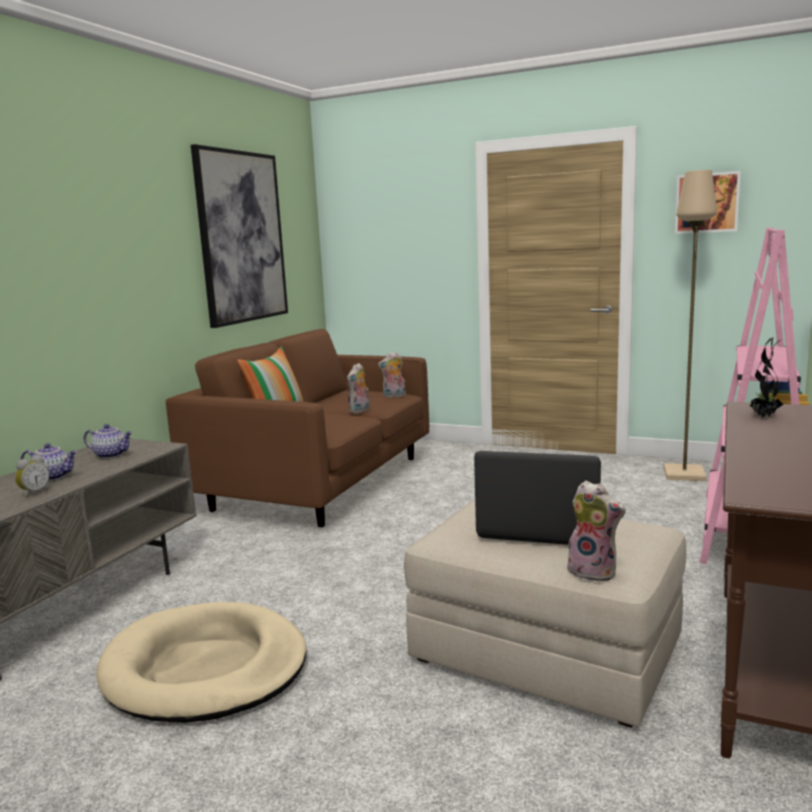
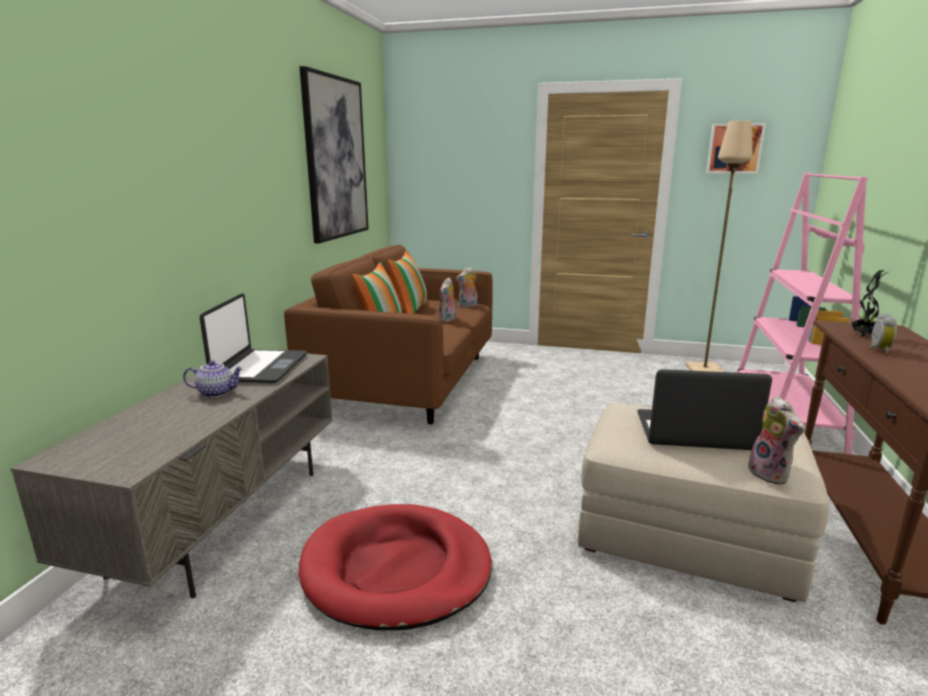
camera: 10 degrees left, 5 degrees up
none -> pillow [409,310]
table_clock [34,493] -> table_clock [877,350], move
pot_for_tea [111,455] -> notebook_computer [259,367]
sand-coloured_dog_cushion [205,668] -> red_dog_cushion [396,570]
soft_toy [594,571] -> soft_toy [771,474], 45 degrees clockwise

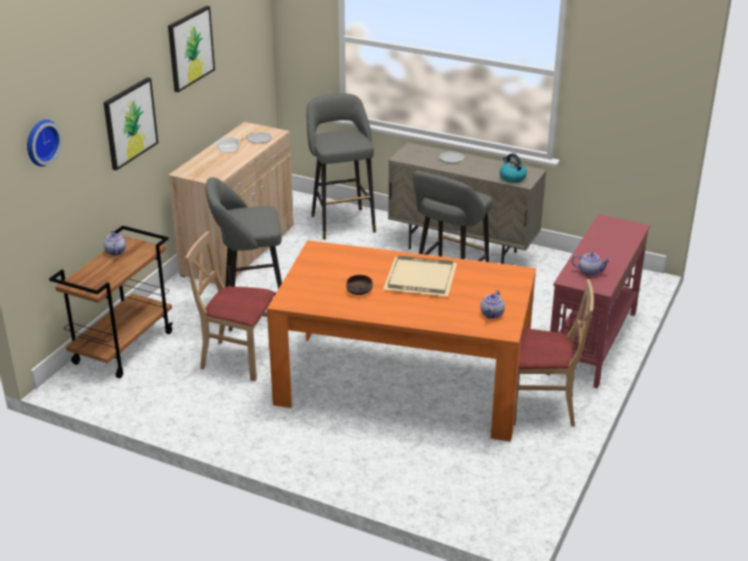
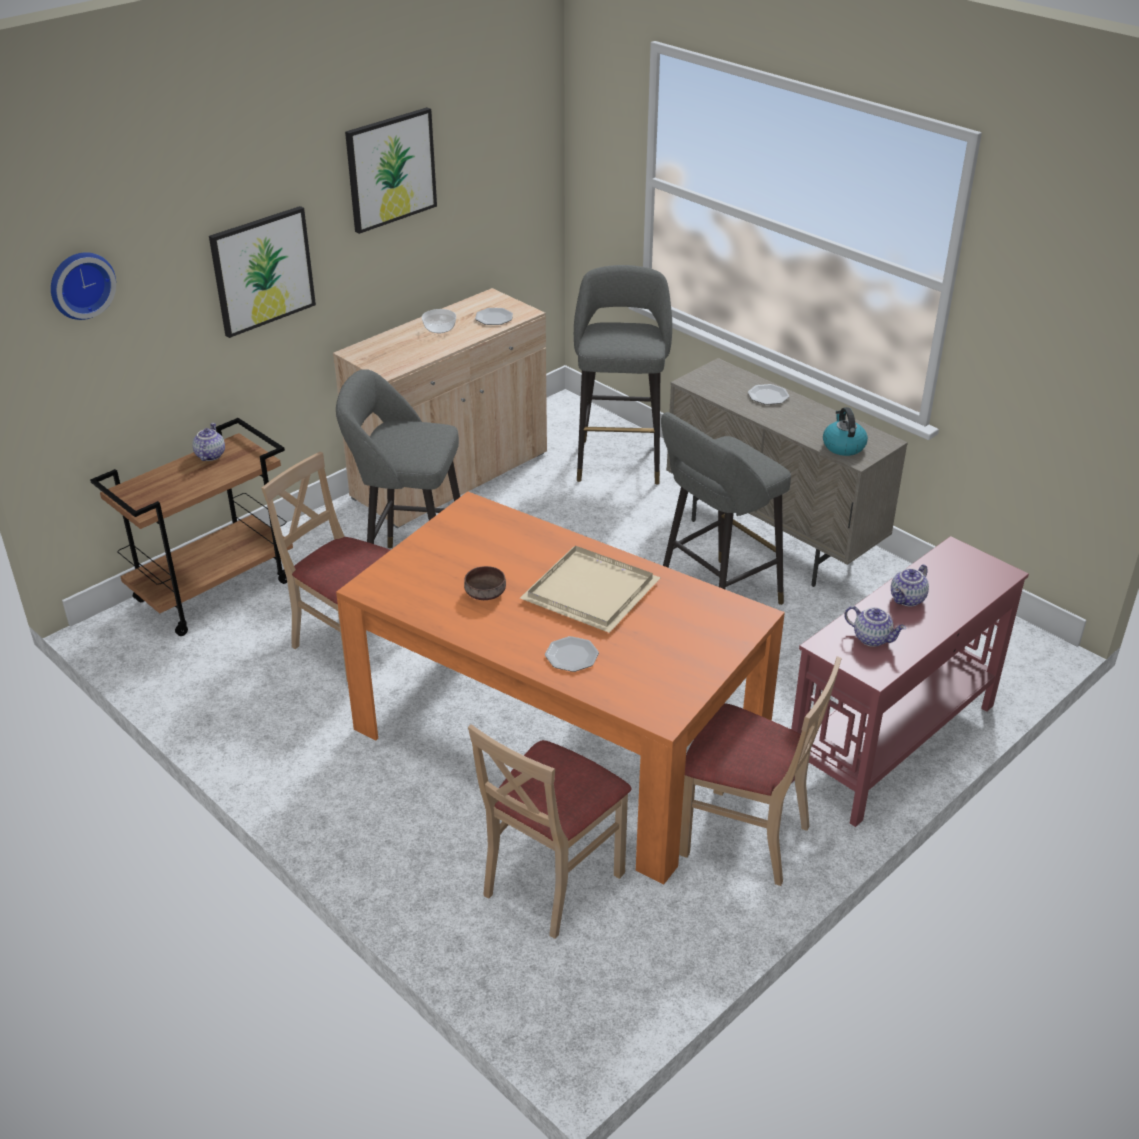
camera: 20 degrees right, 5 degrees up
none -> sand-coloured_plain_chair [551,881]
none -> plate [571,656]
pot_for_tea [492,314] -> pot_for_tea [908,599], move

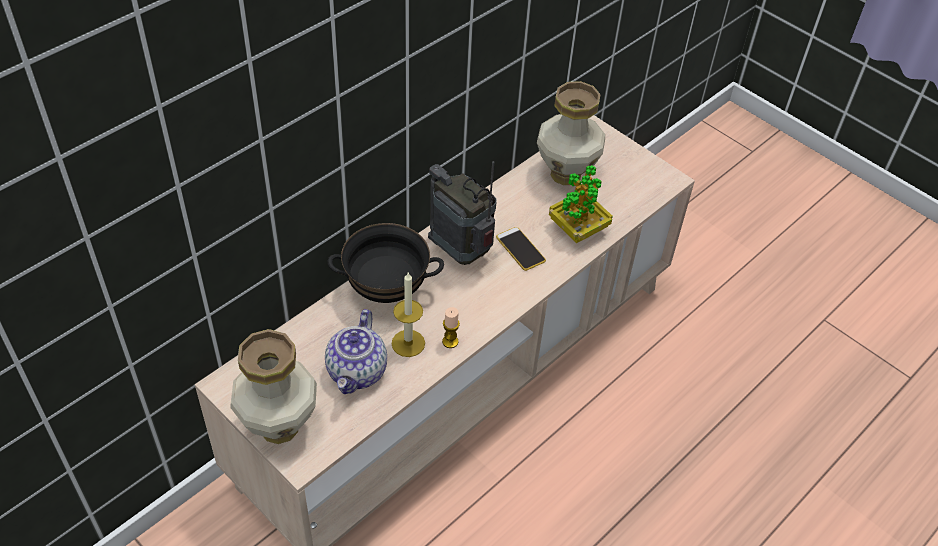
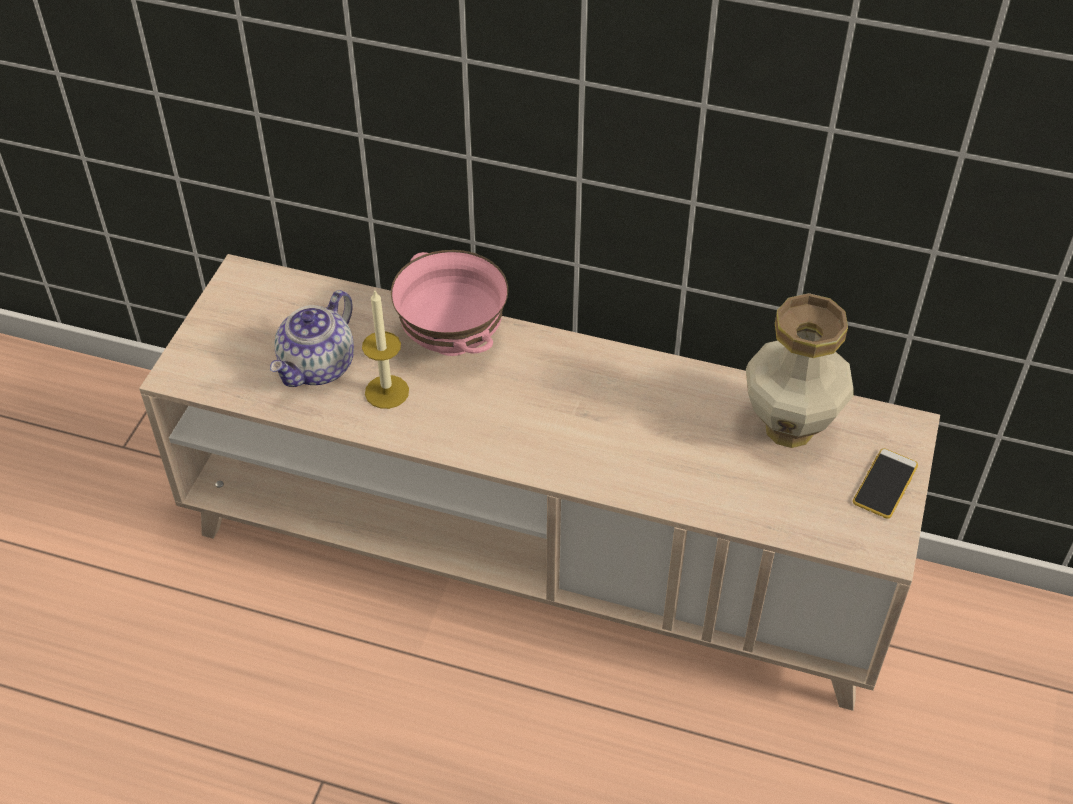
camera: 65 degrees right, 0 degrees up
decorative_vase [280,426] -> none
radio_receiver [461,253] -> none
candle [450,341] -> none
potted_plant [578,229] -> none
phone [520,249] -> phone [885,484], move
blackish_deep_dish [386,291] -> pink_deep_dish [451,340]
pot_for_tea [357,372] -> pot_for_tea [318,367], 45 degrees counterclockwise

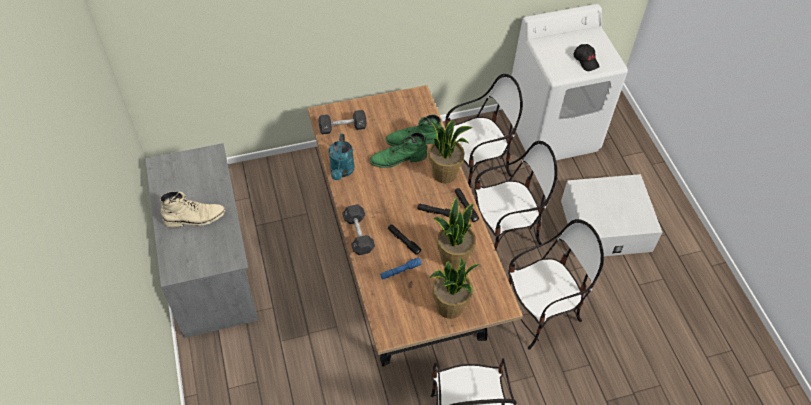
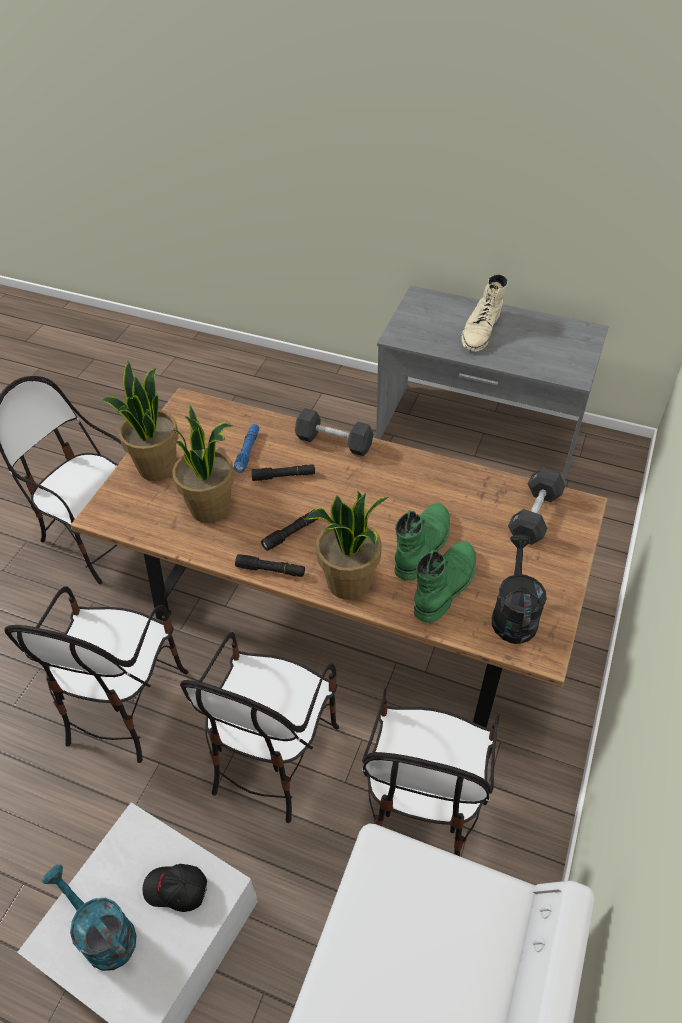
camera: 130 degrees right, 5 degrees down
none -> blackish_sprinkling_can [513,614]
turquoise_sprinkling_can [341,171] -> turquoise_sprinkling_can [102,933], move
blackish_cap [586,61] -> blackish_cap [176,890], move

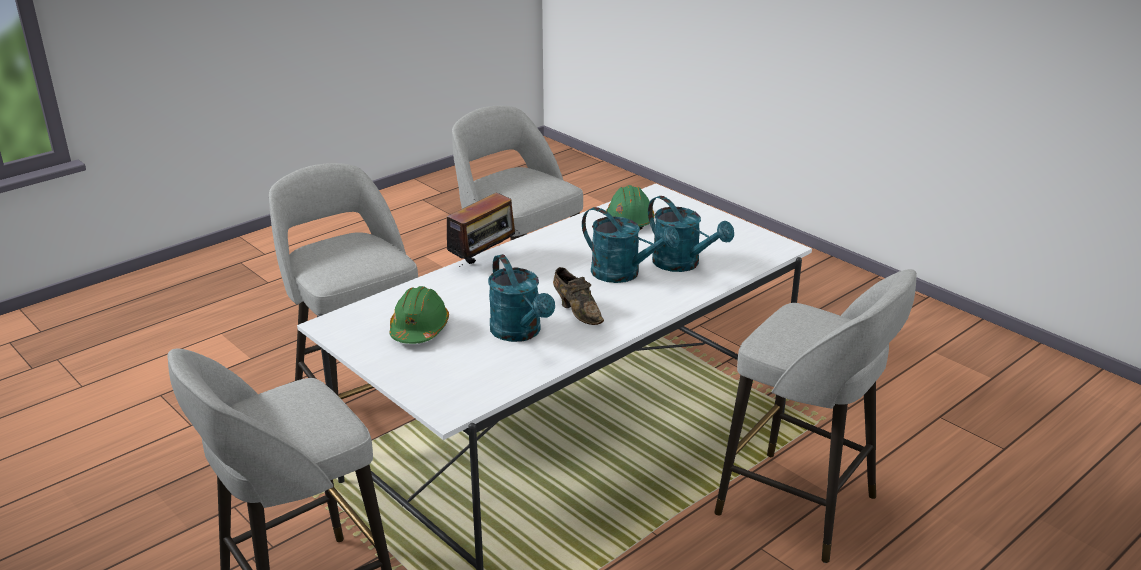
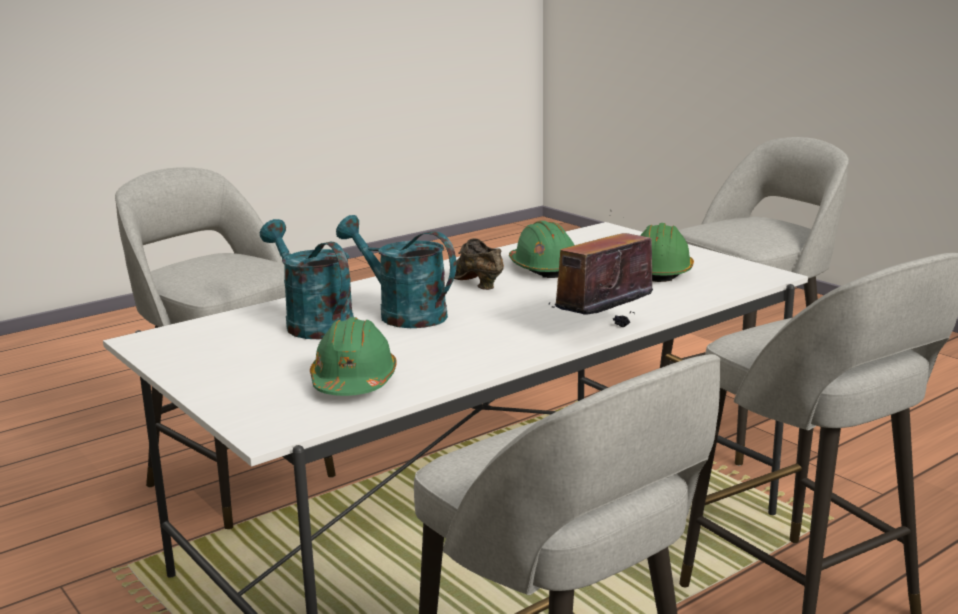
camera: 175 degrees left, 10 degrees down
turquoise_sprinkling_can [520,333] -> greenish_hard_hat [543,268]

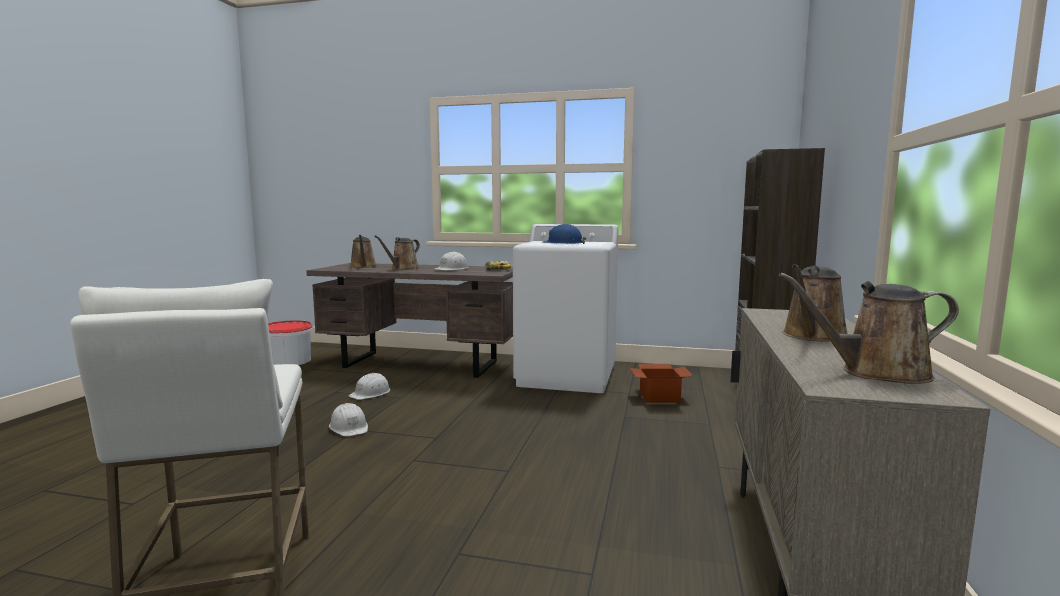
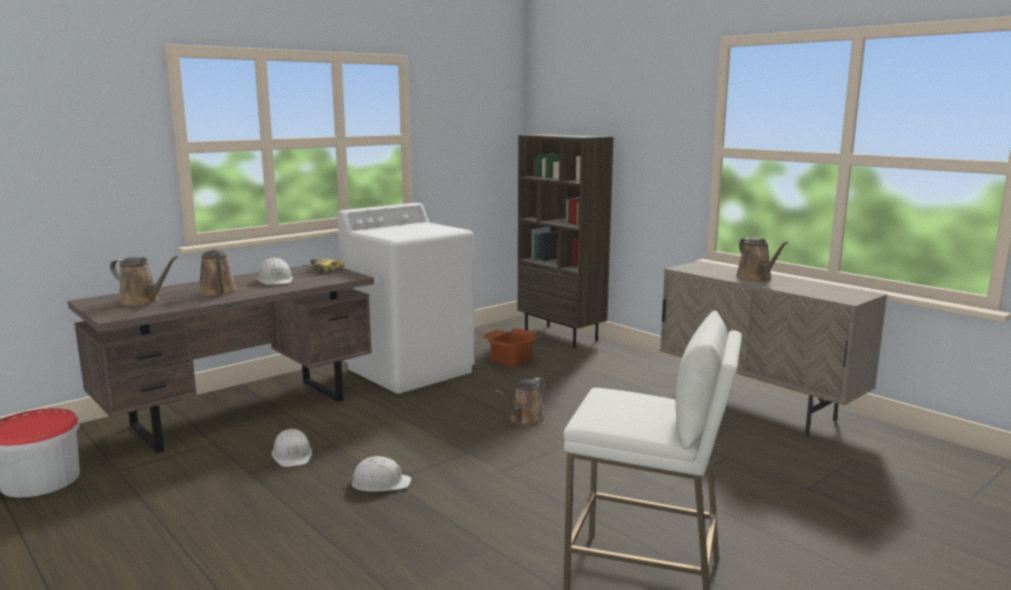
camera: 55 degrees left, 5 degrees up
blue-coloured_hard_hat [563,243] -> none
brownish_sprinkling_can [876,373] -> brownish_sprinkling_can [525,420], move

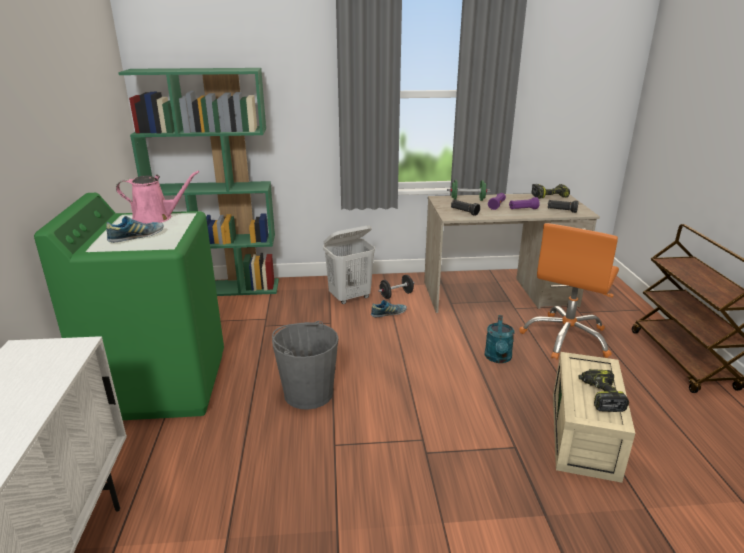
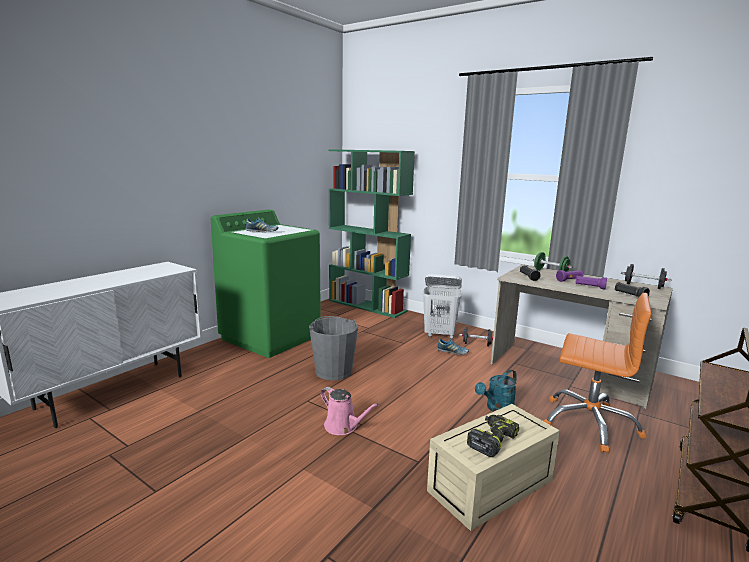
camera: 40 degrees right, 10 degrees down
pink_sprinkling_can [156,218] -> pink_sprinkling_can [343,427], move
electric_drill [549,196] -> blackish_free_weight [643,286]
orange-coloured_computer_chair [566,338] -> orange-coloured_computer_chair [589,423], 135 degrees counterclockwise

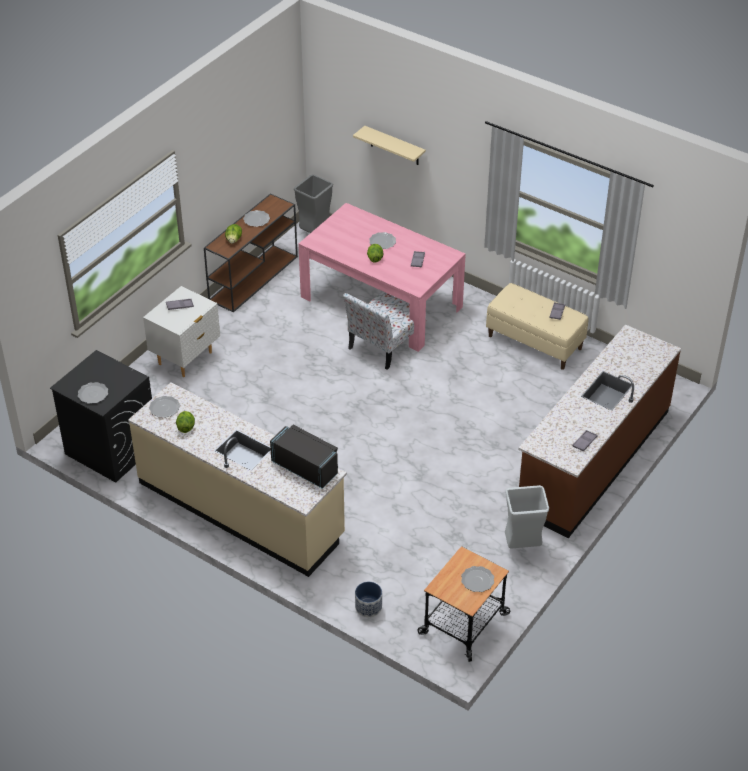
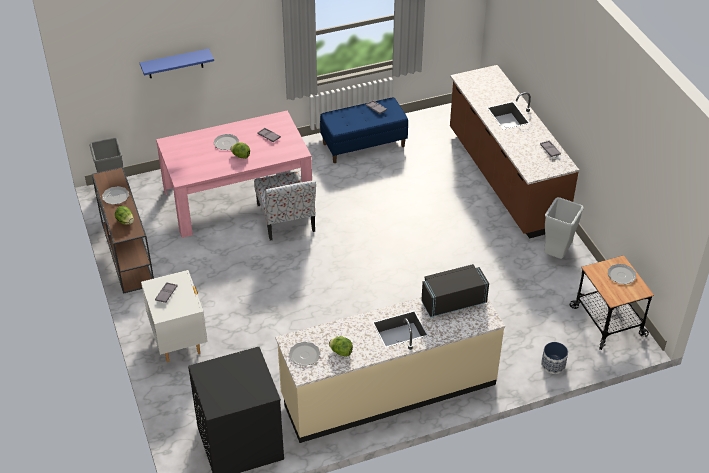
camera: 55 degrees left, 0 degrees up
plate [93,394] -> none
sand-coloured_wall_shelf [394,146] -> blue-coloured_wall_shelf [175,63]
sand-coloured_long_seat [535,342] -> blue-coloured_long_seat [364,144]

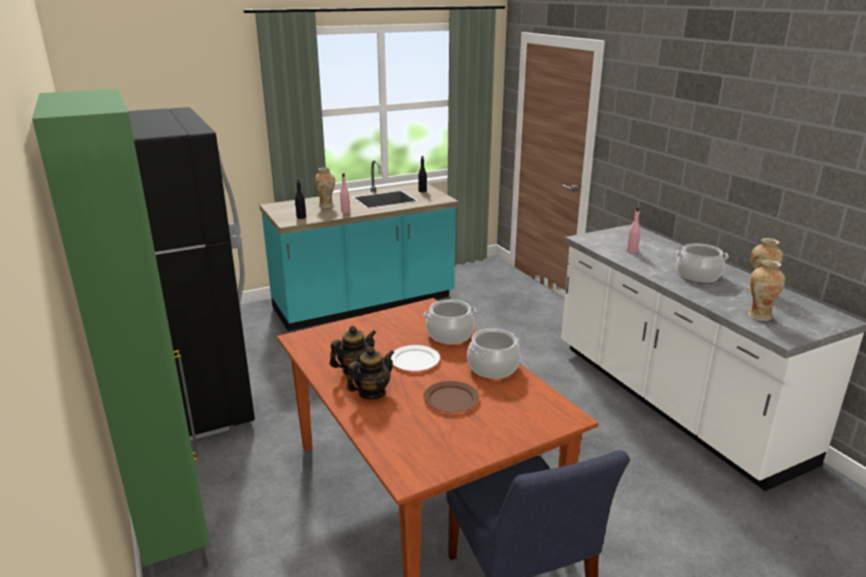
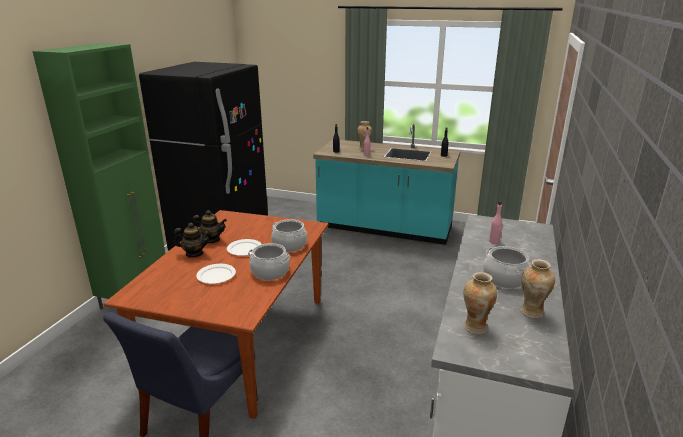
camera: 45 degrees right, 0 degrees up
brownish_plate [451,399] -> white-coloured_plate [216,275]

